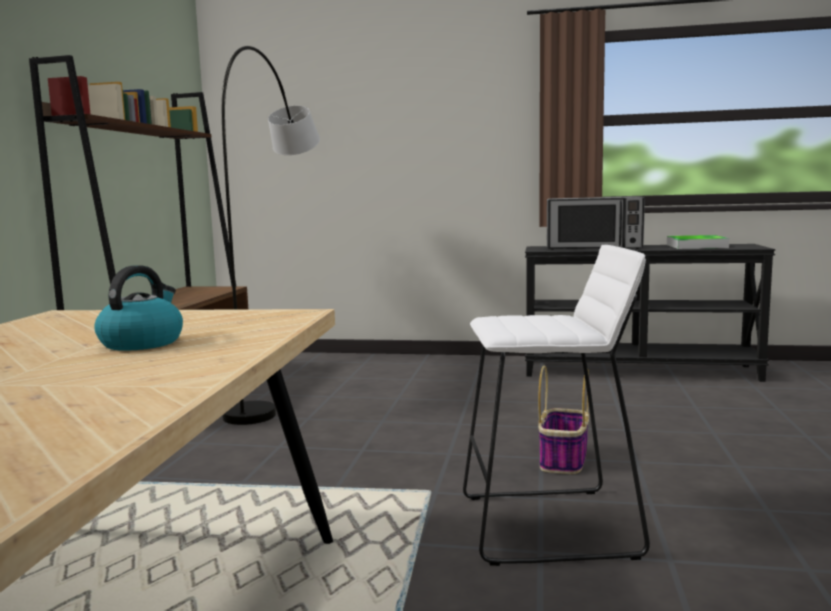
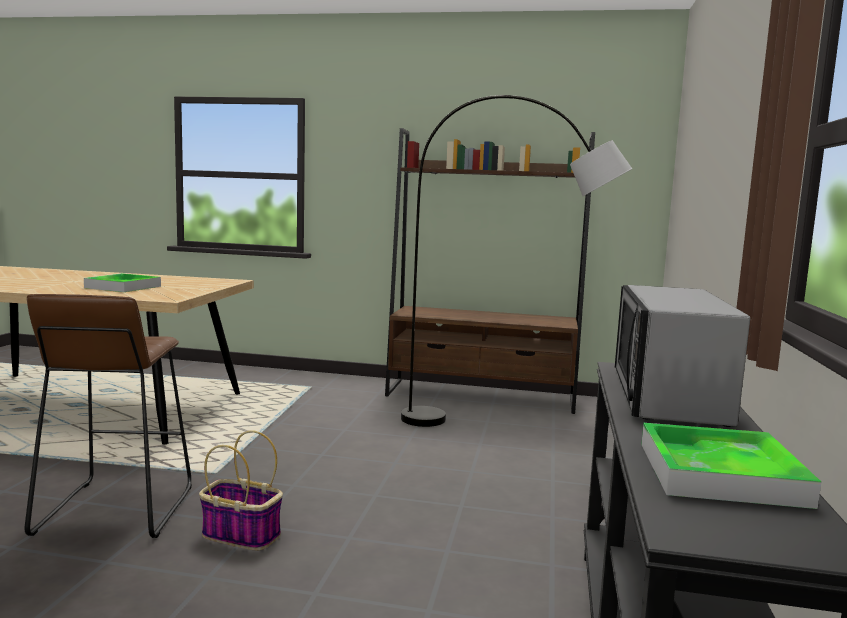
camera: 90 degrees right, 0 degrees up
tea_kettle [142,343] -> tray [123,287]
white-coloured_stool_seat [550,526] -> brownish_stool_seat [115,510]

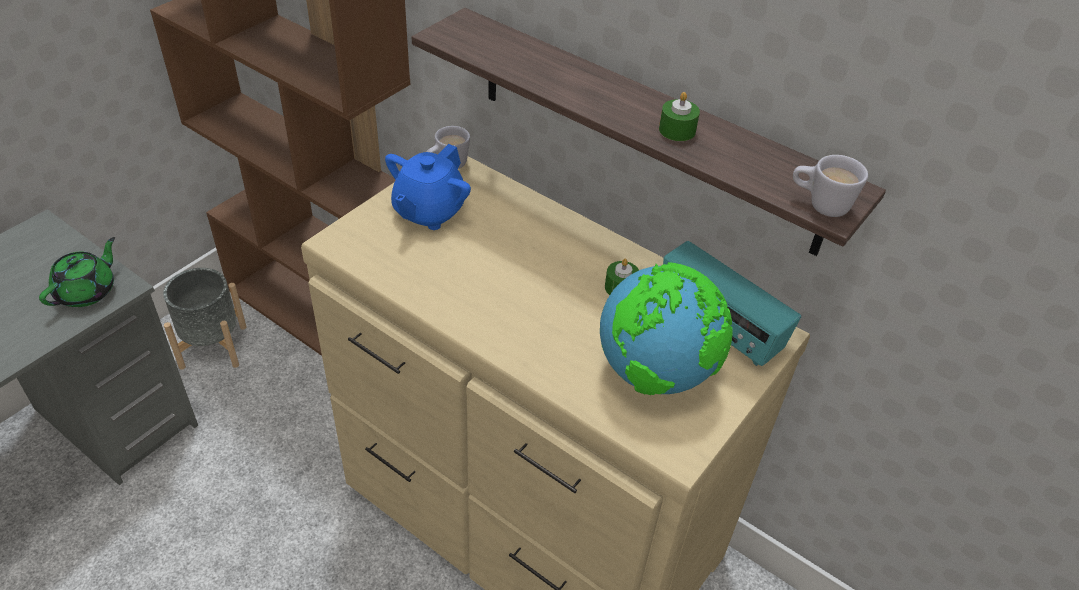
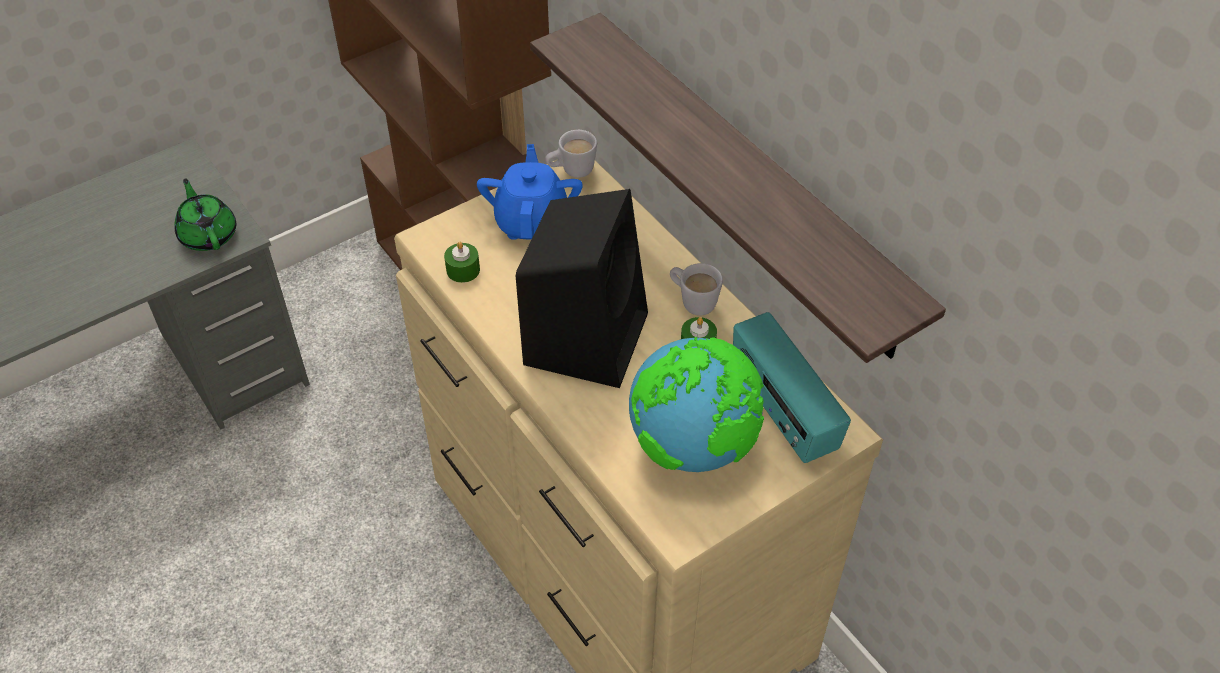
camera: 20 degrees right, 5 degrees up
greyish_planter [213,346] -> none
none -> blackish_loudspeaker [586,336]
greenish_candle [677,130] -> greenish_candle [463,270], move
white-coloured_tea_mug [819,204] -> white-coloured_tea_mug [692,301], move
greenish_pot_for_tea [87,291] -> greenish_pot_for_tea [208,234], 75 degrees counterclockwise
blue-coloured_pot_for_tea [428,212] -> blue-coloured_pot_for_tea [532,222], 135 degrees clockwise

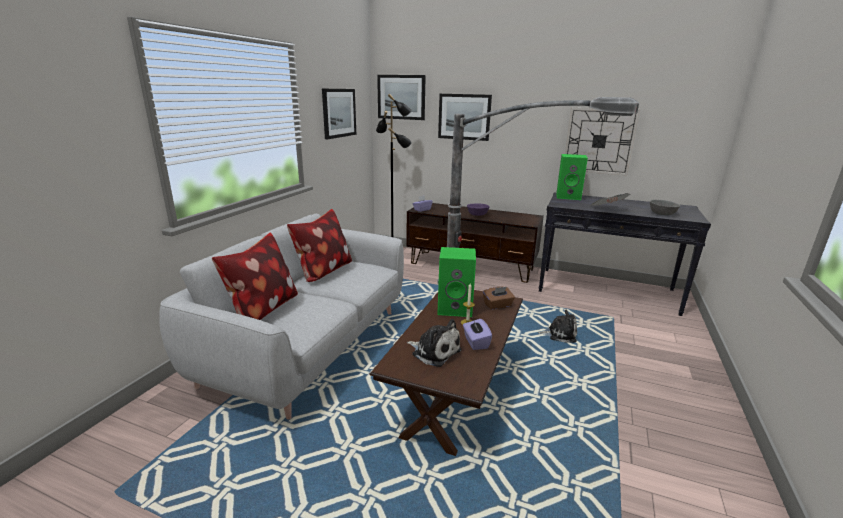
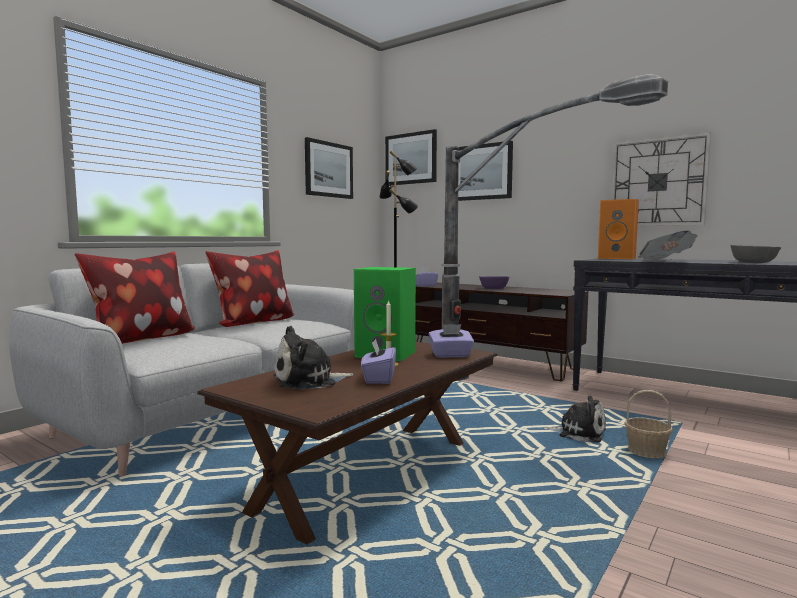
camera: 15 degrees right, 15 degrees down
none -> household_basket [647,452]
brownish_tissue_box [498,305] -> purple_tissue_box [451,355]
greenish_loudspeaker [569,196] -> orange-coloured_loudspeaker [618,258]
soft_toy [434,351] -> soft_toy [309,381], 105 degrees clockwise

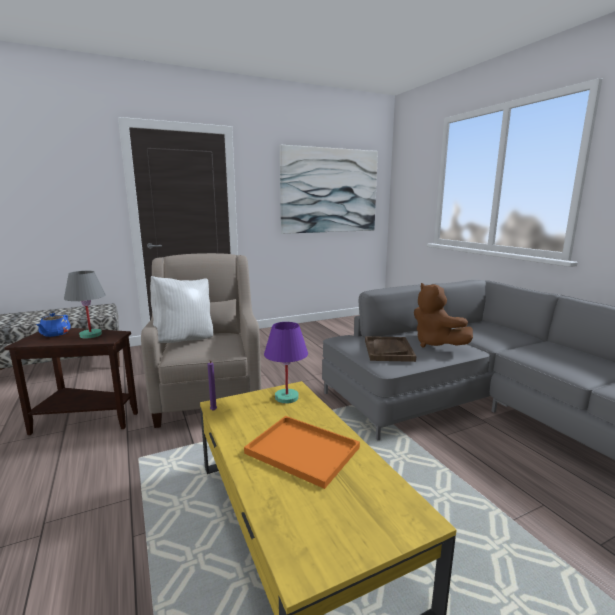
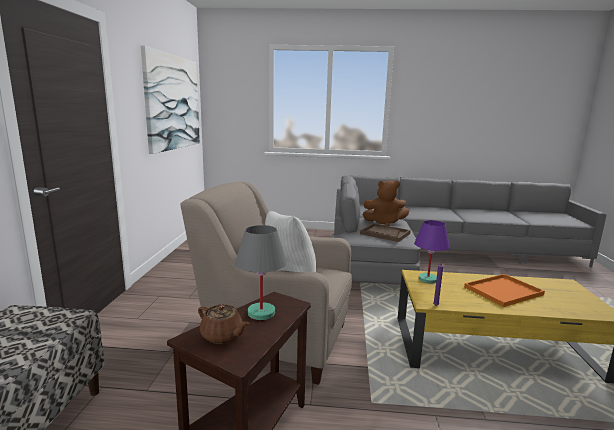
camera: 60 degrees left, 0 degrees up
blue-coloured_pot_for_tea [55,334] -> brownish_pot_for_tea [222,336]

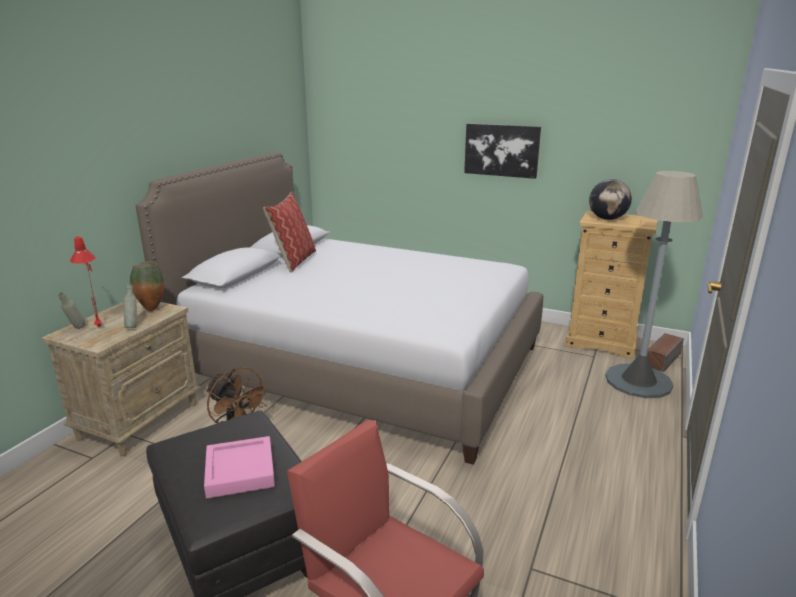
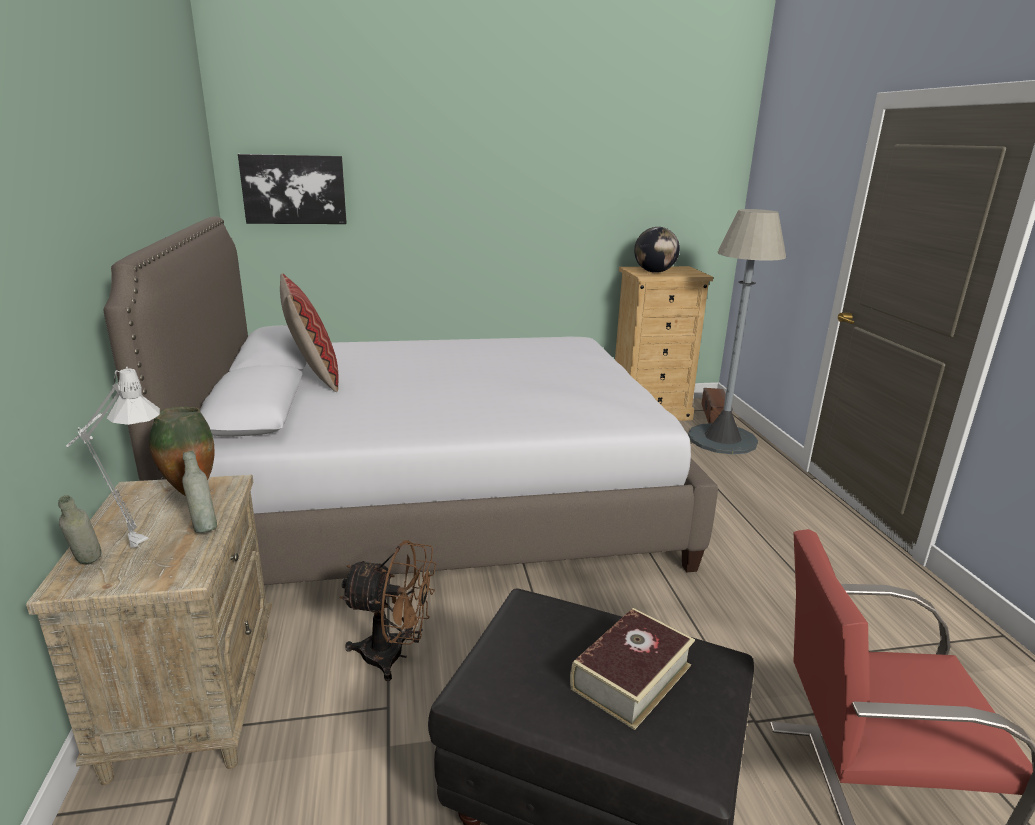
camera: 35 degrees left, 0 degrees up
wall_picture [501,150] -> wall_picture [294,189], move
pink_tray [240,472] -> bound_book [631,677]
red_lamp_for_a_table [99,325] -> greyish_lamp_for_a_table [128,545]

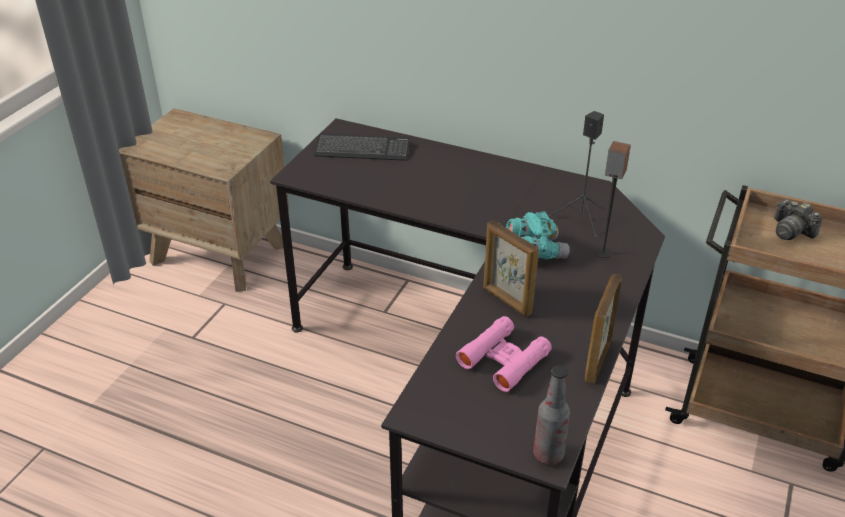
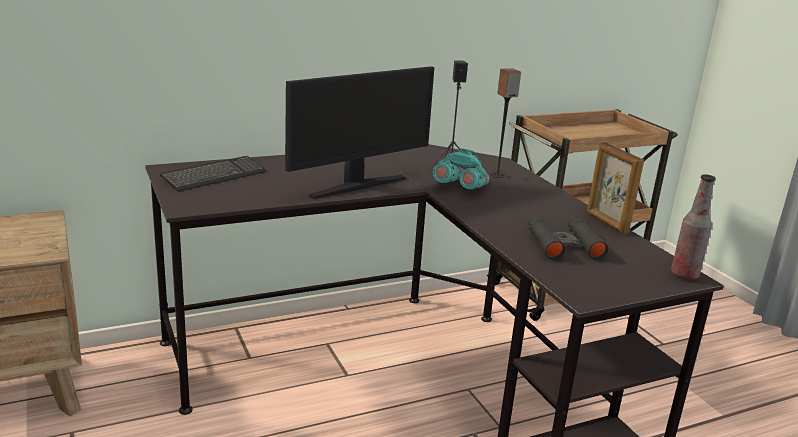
camera: 50 degrees left, 15 degrees down
picture_frame [506,301] -> none
photo_camera [791,231] -> none
none -> monitor [357,186]
pink_pair_of_binoculars [503,359] -> blackish_pair_of_binoculars [564,245]

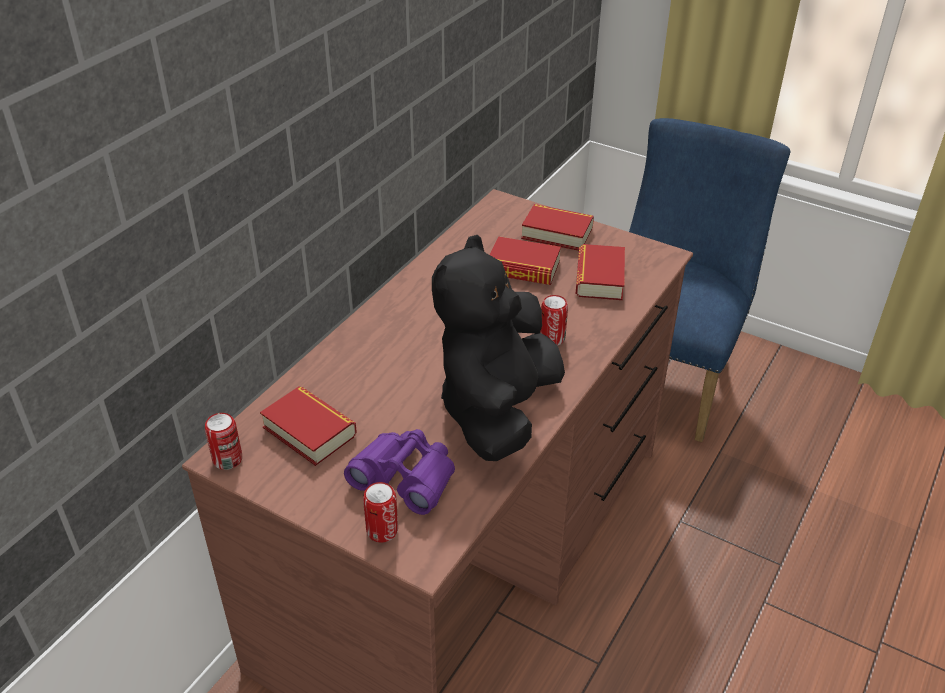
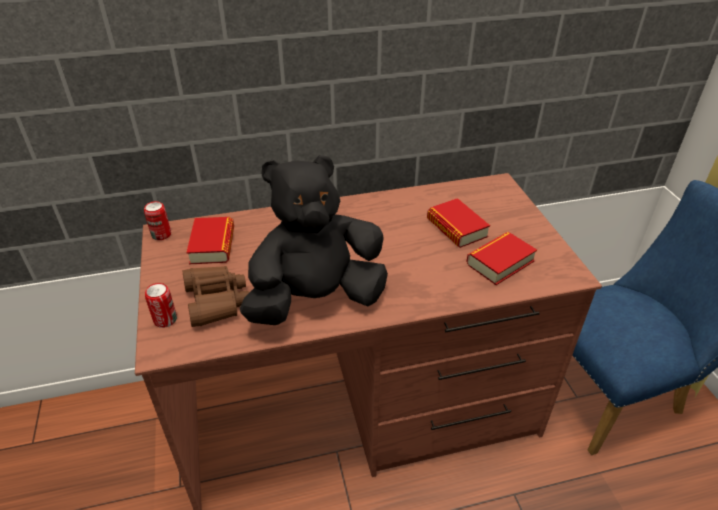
camera: 45 degrees right, 0 degrees up
bound_book [557,233] -> none
metal_can [552,338] -> none
purple_pair_of_binoculars [405,478] -> brownish_pair_of_binoculars [216,301]

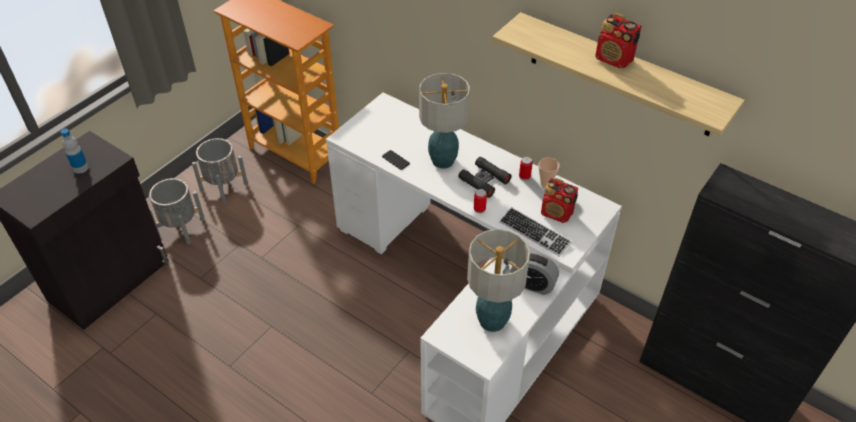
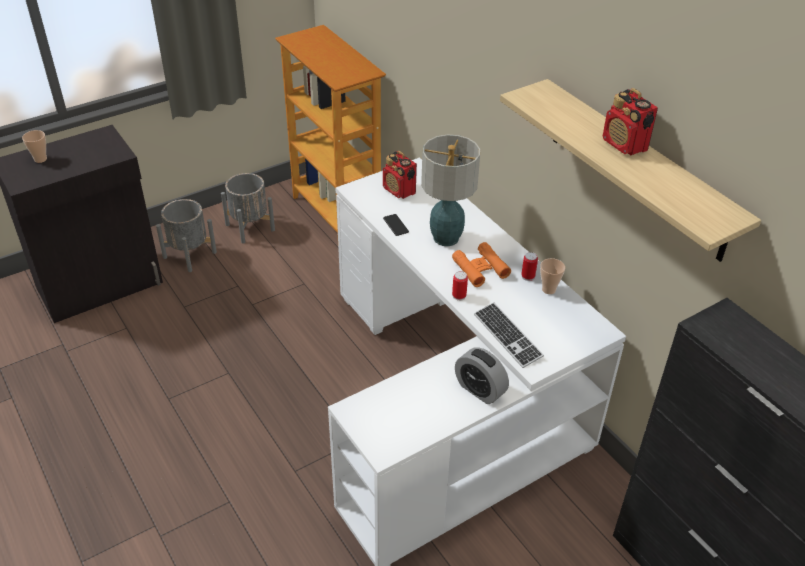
camera: 20 degrees right, 5 degrees down
beverage_bottle [80,168] -> none
lamp_for_a_table [493,321] -> none
none -> drinking_cup [40,159]
radio_receiver [557,213] -> radio_receiver [399,191], move
blackish_pair_of_binoculars [484,180] -> orange-coloured_pair_of_binoculars [480,269]

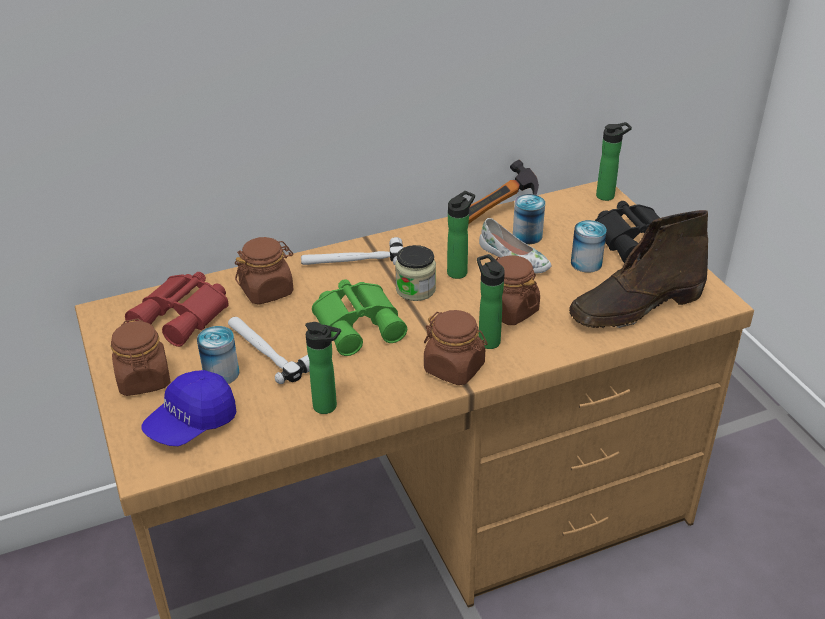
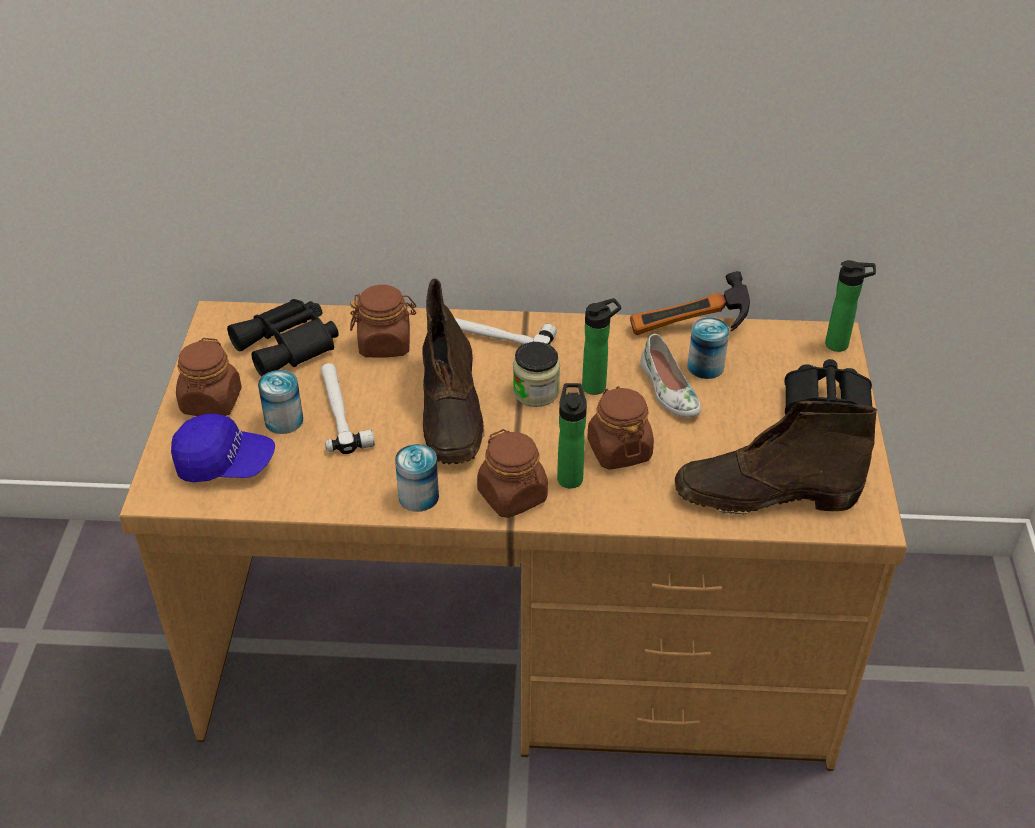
camera: 25 degrees right, 5 degrees up
beverage_bottle [328,407] -> none
metal_can [586,263] -> metal_can [418,496], move
greenish_pair_of_binoculars [359,323] -> brownish_high-top_boot [451,411]
red_pair_of_binoculars [184,316] -> blackish_pair_of_binoculars [289,345]
blue-coloured_cap [192,423] -> blue-coloured_cap [225,463], 150 degrees counterclockwise

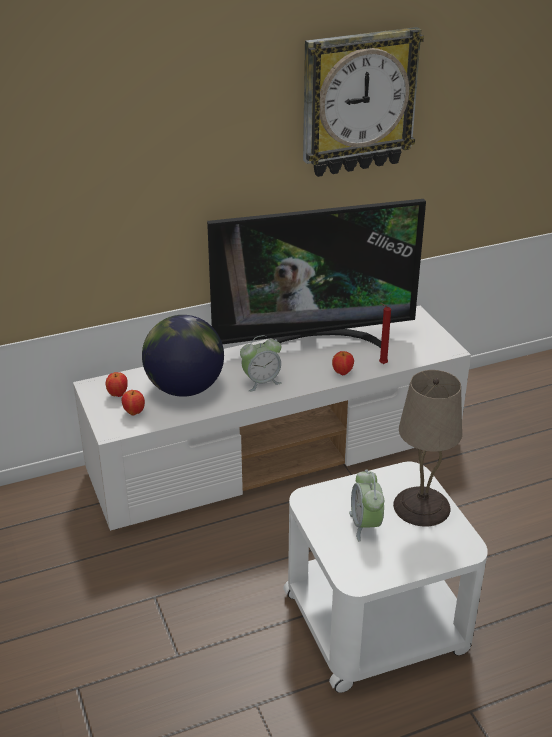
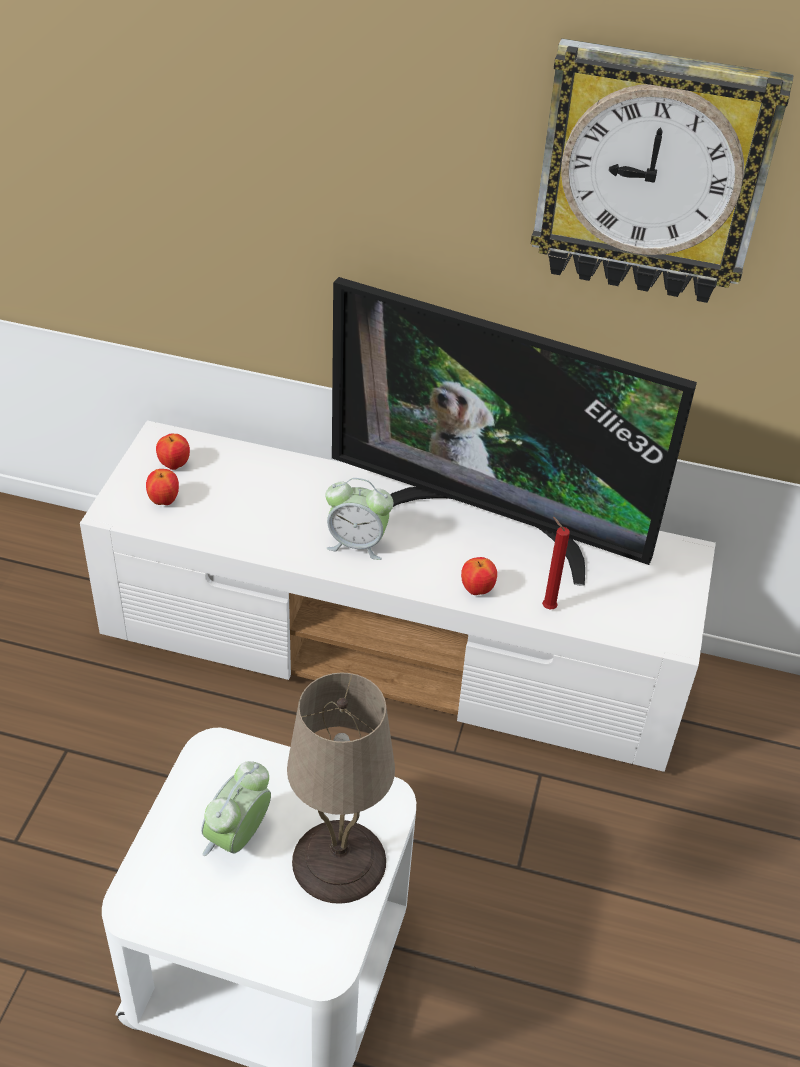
camera: 35 degrees right, 10 degrees up
world_globe [185,388] -> none

